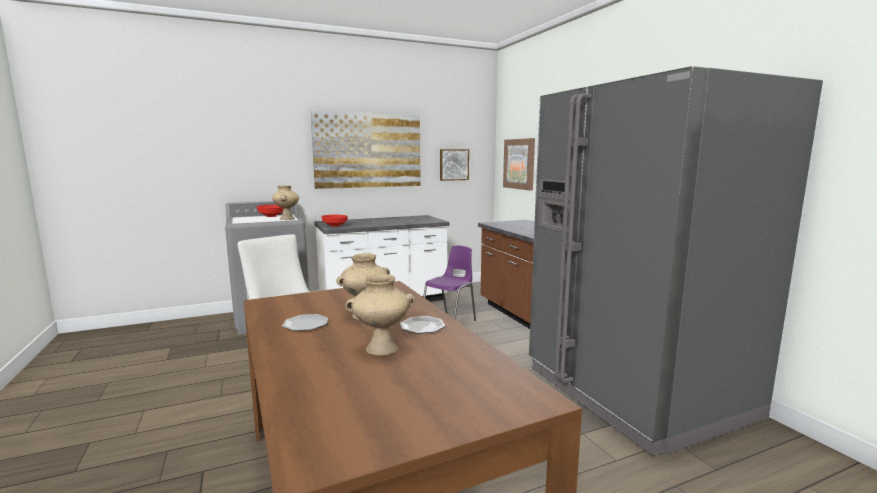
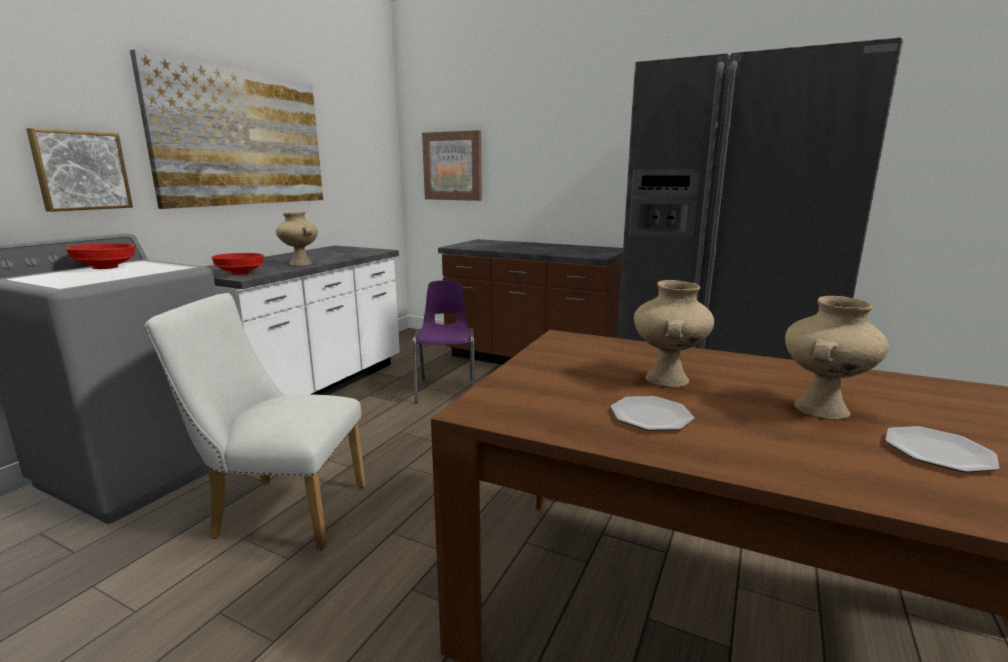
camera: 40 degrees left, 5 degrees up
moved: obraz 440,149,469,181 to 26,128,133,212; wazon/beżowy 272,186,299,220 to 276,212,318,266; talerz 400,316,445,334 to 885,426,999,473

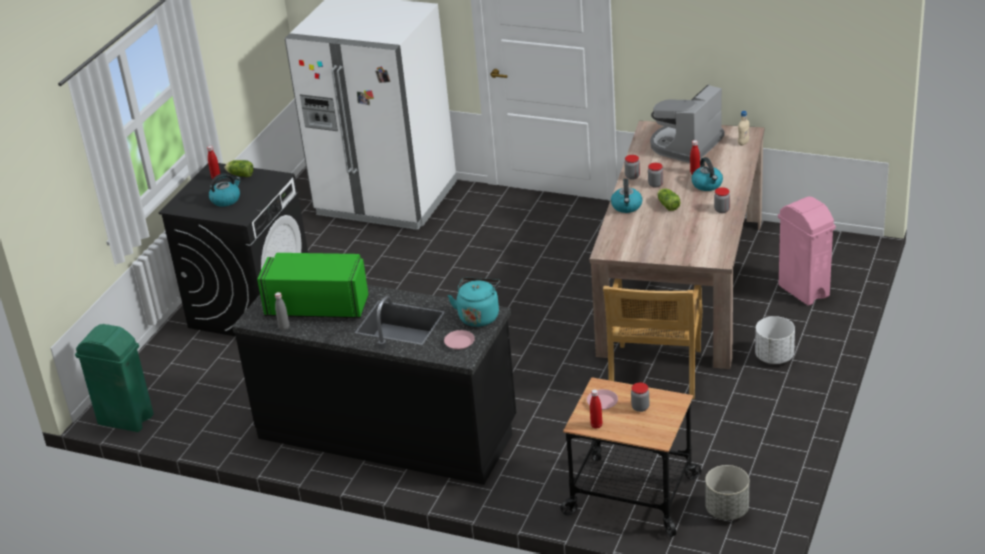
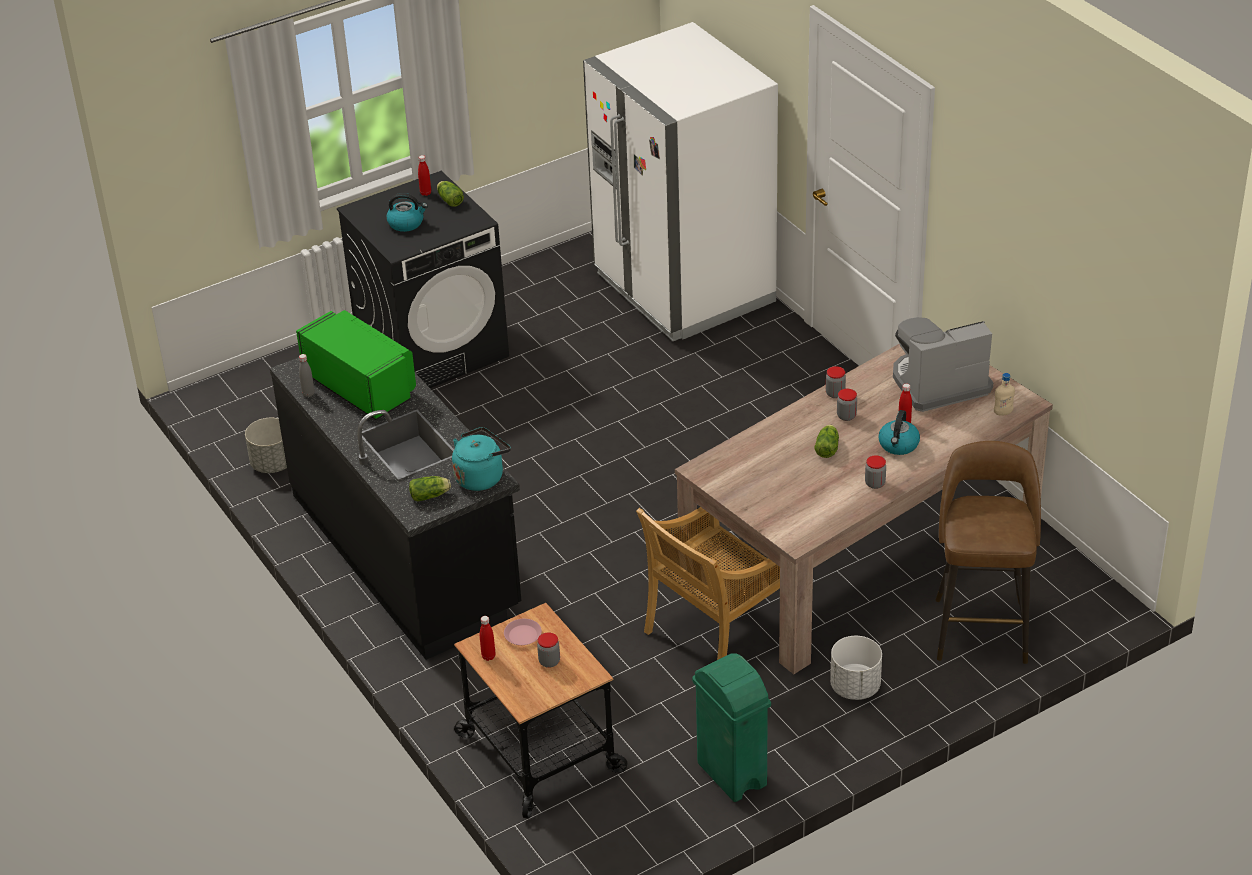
camera: 35 degrees right, 5 degrees up
removed: czajnik 611,179,643,213
moved: kosz na śmieci/zielony 75,324,153,432 to 692,653,771,802; donica/szary 705,465,749,520 to 245,418,287,473
replaced: kosz na śmieci/różowy 778,196,836,306 to stołek/brązowy 935,441,1041,664; talerz/różowy 444,330,475,350 to sałata 409,476,451,501

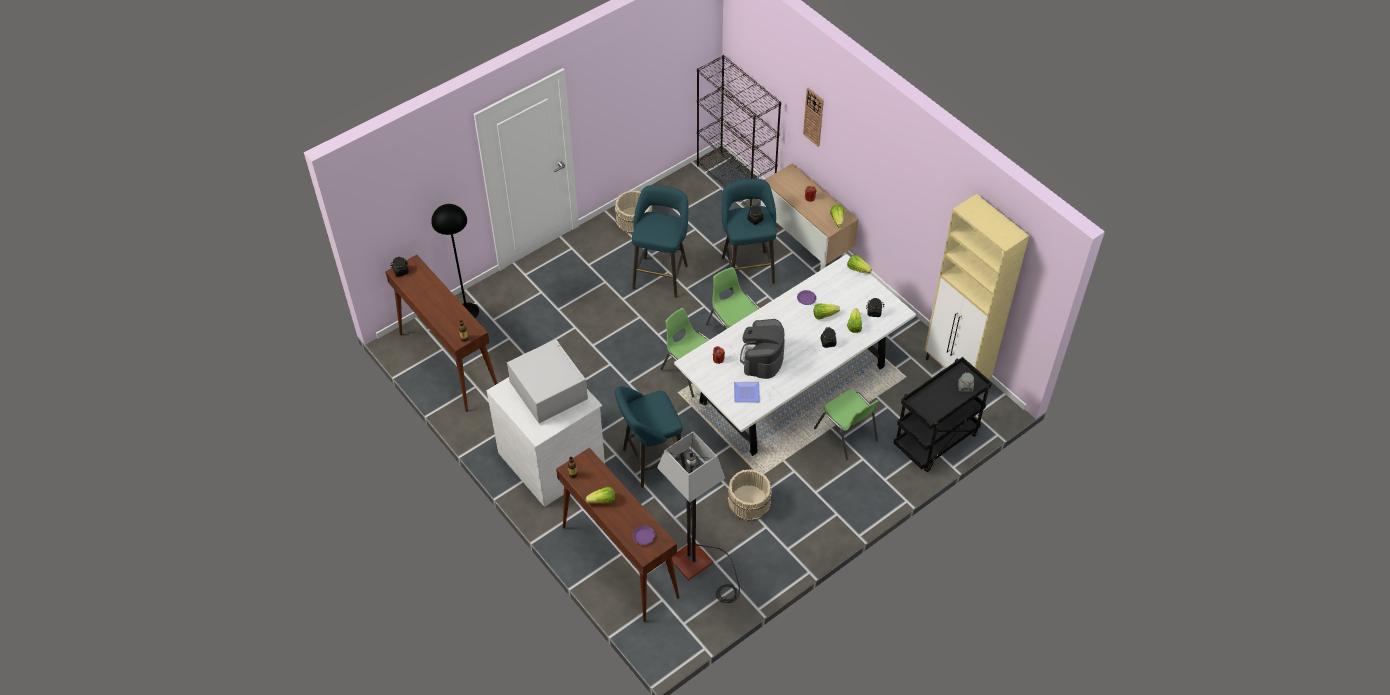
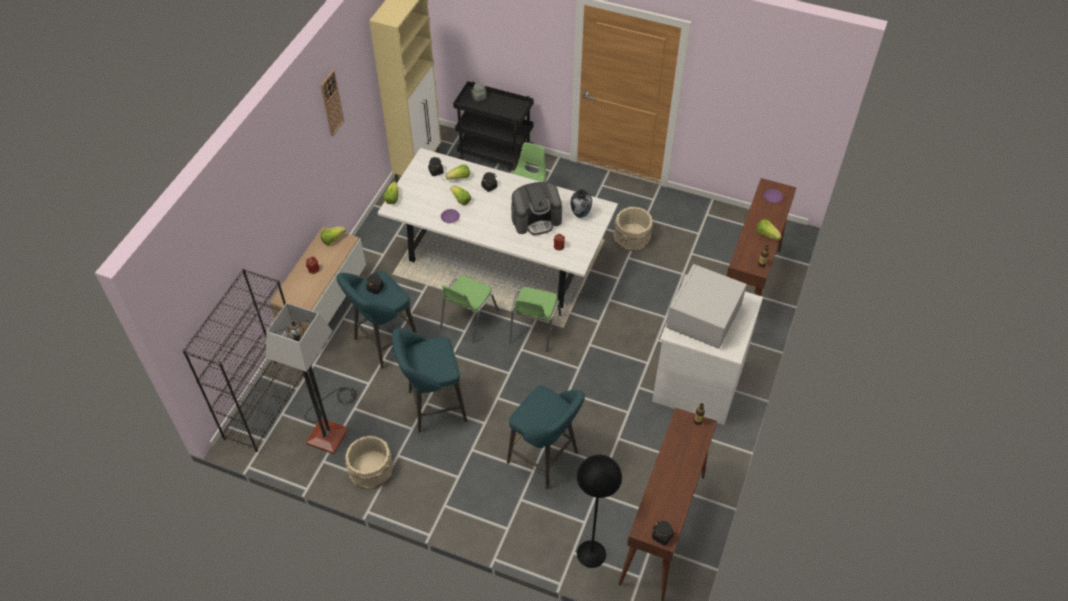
camera: 120 degrees left, 0 degrees up
moved: zegar ścienny 803,88,824,147 to 321,70,344,136; stołek/turkusowy 615,386,687,488 to 507,385,585,489; lampa stojąca 657,432,740,603 to 266,303,357,454
replaced: talerz 734,382,760,402 to wazon 571,189,592,218

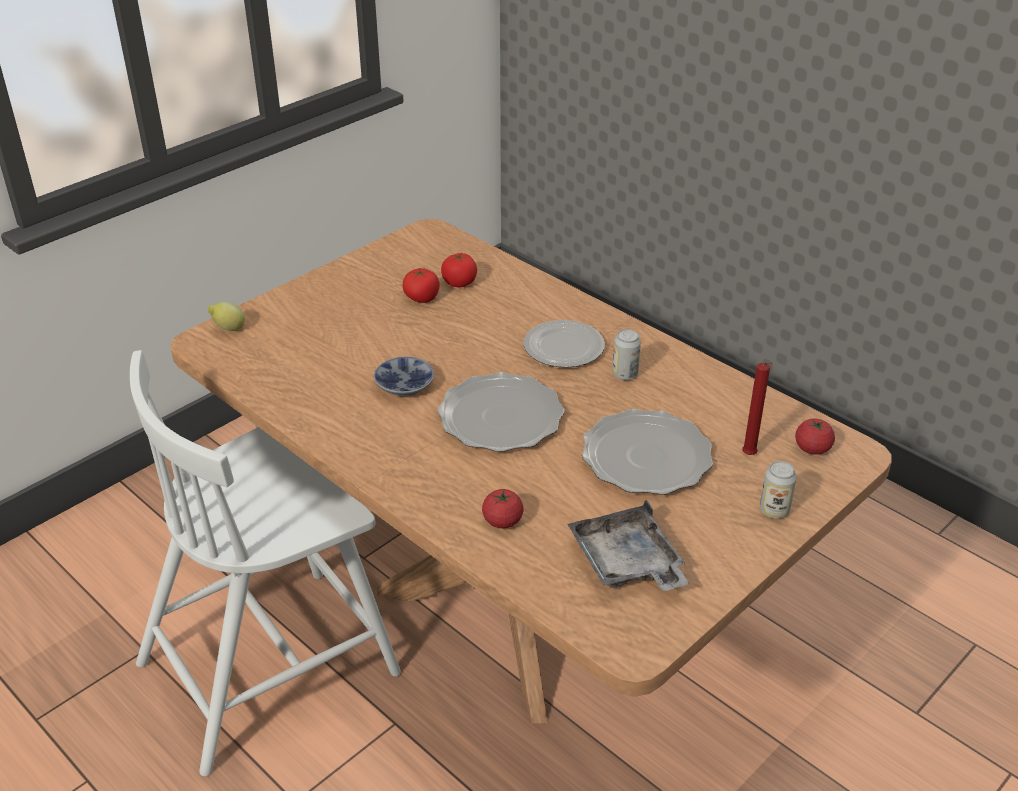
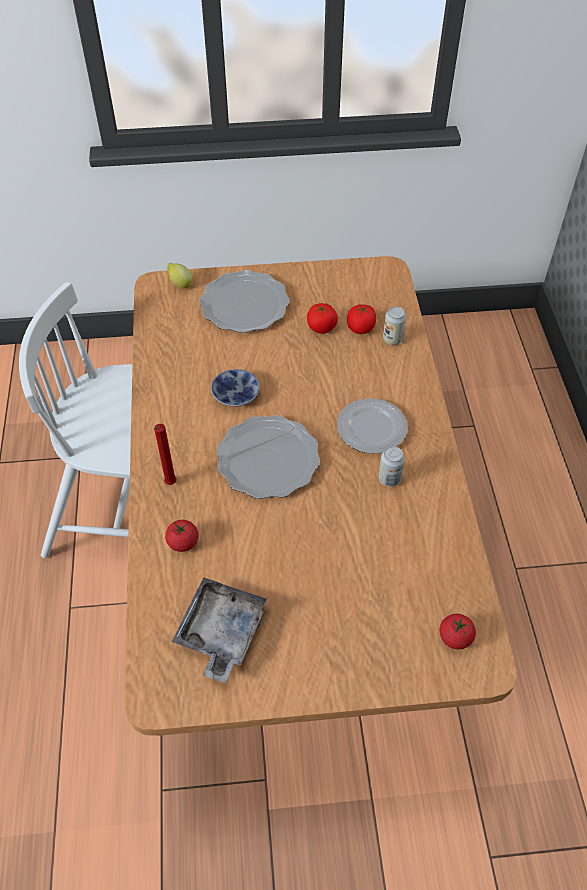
camera: 40 degrees right, 15 degrees up
moved: świeca/czerwony 742,361,773,455 to 154,424,177,485; talerz 582,409,713,495 to 199,270,290,333; puszka 760,461,797,519 to 383,307,406,345

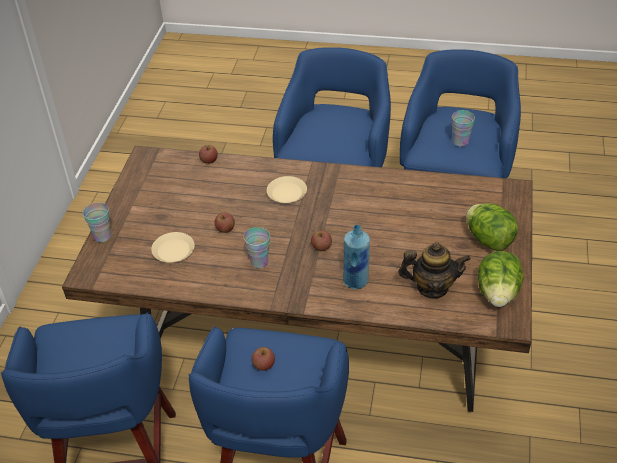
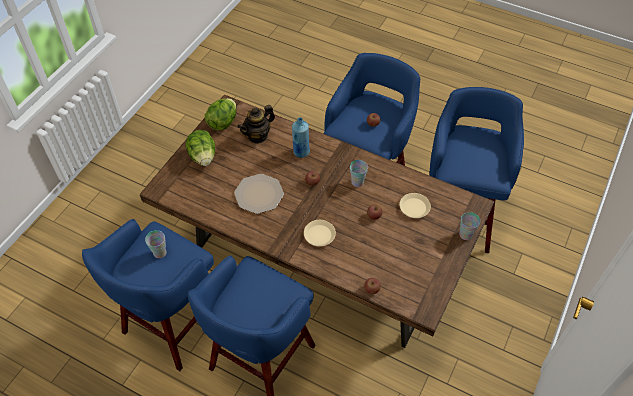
camera: 165 degrees left, 10 degrees up
added: talerz 234,174,284,214
turned: imbryk 398,242,471,299 = 237,105,275,144 60 degrees counterclockwise

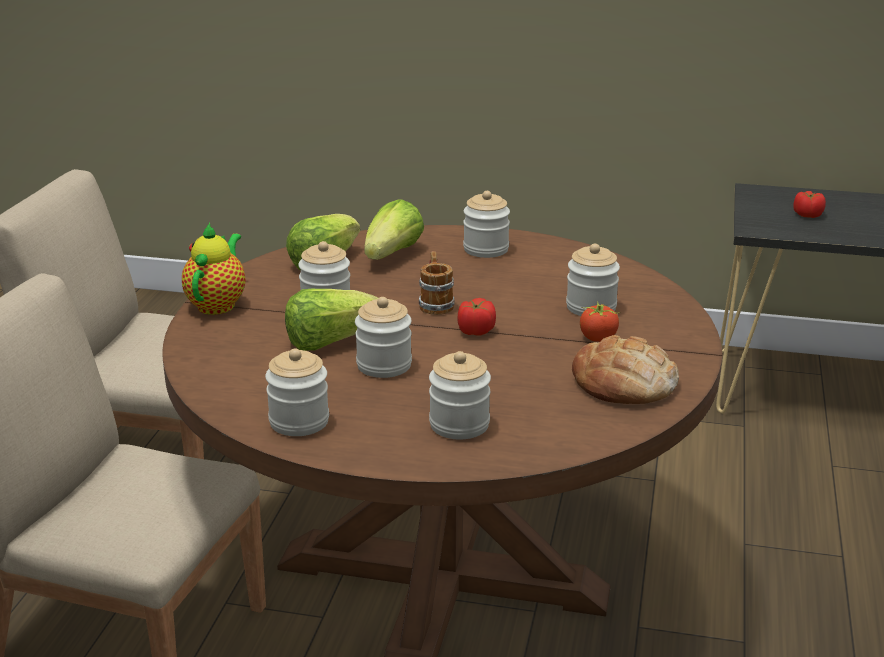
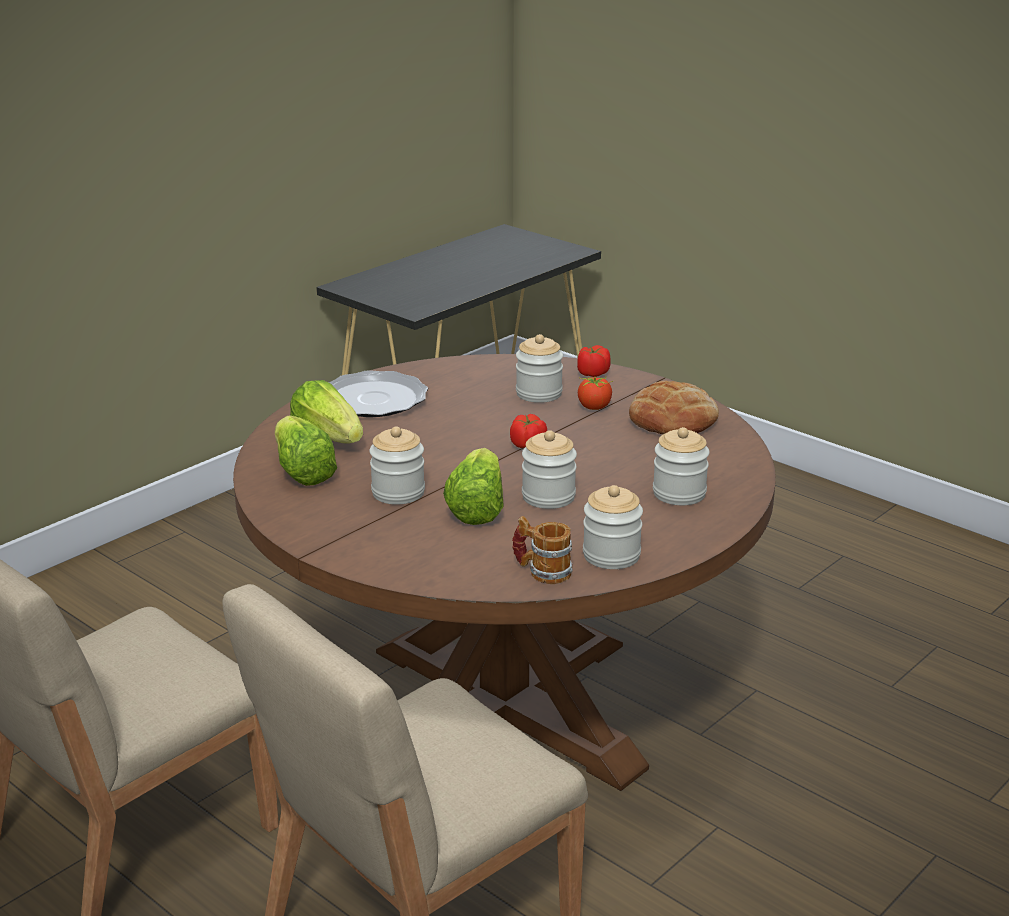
camera: 60 degrees left, 0 degrees up
removed: imbryk 182,223,245,315
moved: pomidor 793,191,826,218 to 577,345,611,377; kubek 419,251,455,315 to 512,516,573,584
replaced: słoik 463,191,510,258 to talerz 328,370,428,417

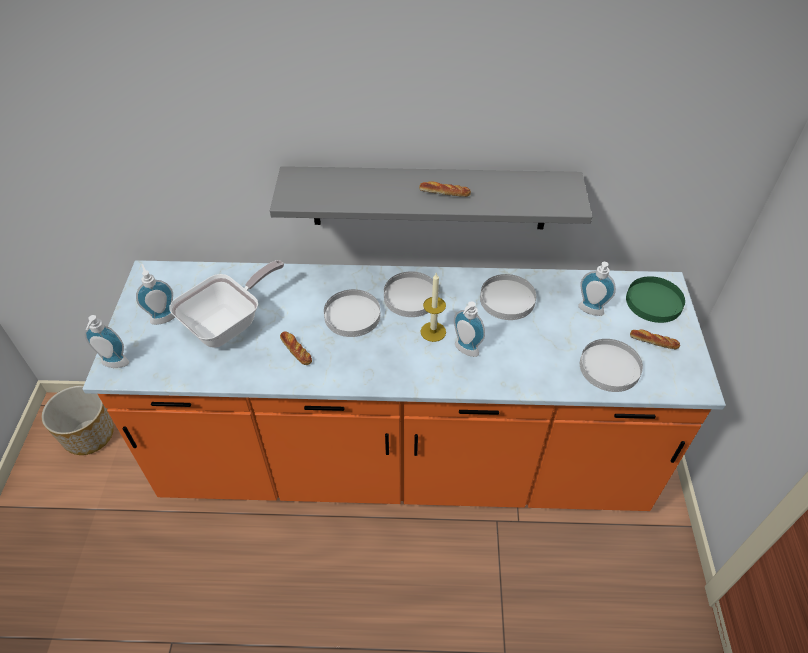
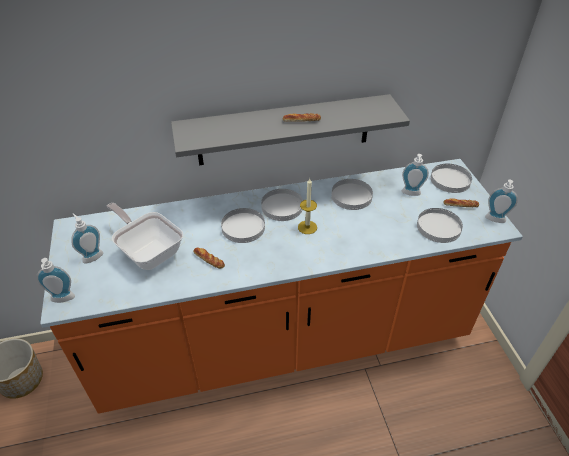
camera: 15 degrees left, 5 degrees down
moved: dozownik mydła 454,301,485,357 to 485,180,518,223
recoloured: talerz/zielony 626,276,685,323 to talerz/biały 430,164,472,193
turned: patelnia 169,260,284,348 = 107,203,183,270 75 degrees counterclockwise

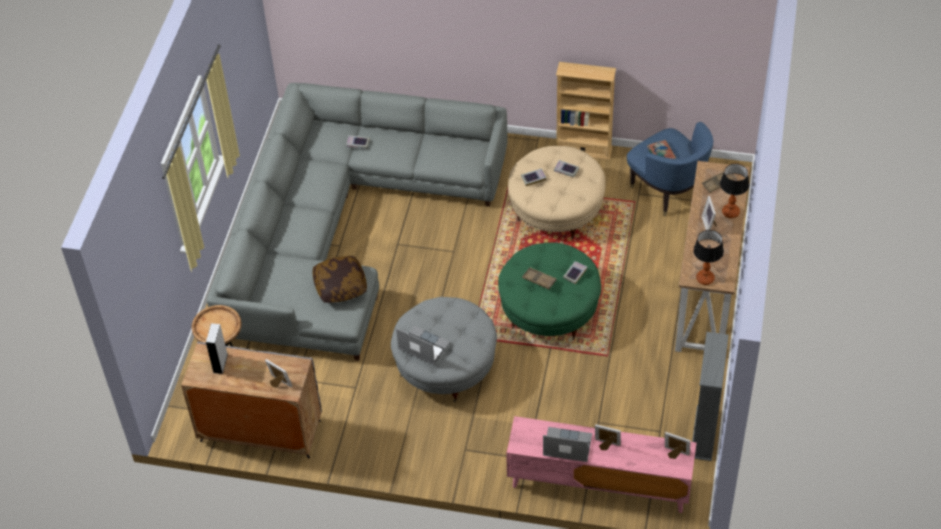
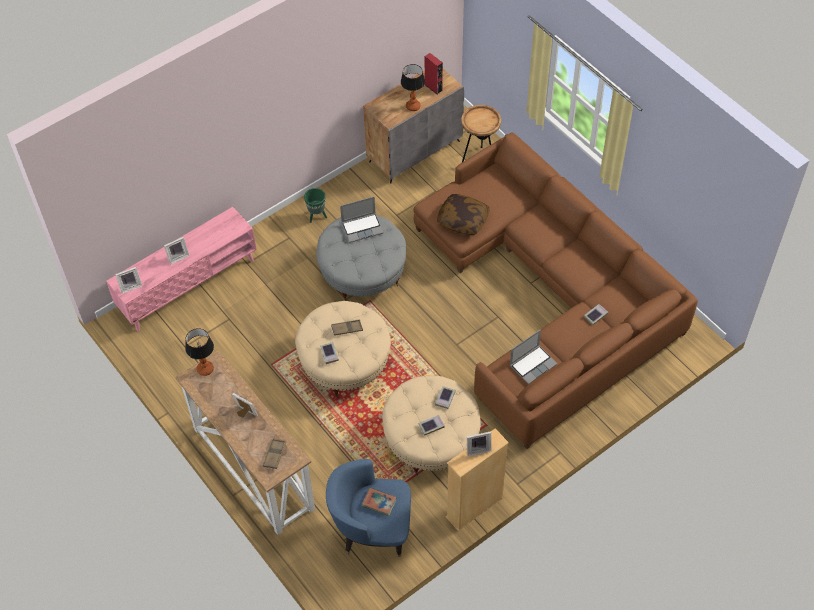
camera: 130 degrees right, 5 degrees up
removed: regał/szary 692,332,729,461
added: donica/zielony 304,188,327,223
moved: lampa stołowa 720,164,749,218 to 401,64,425,111; ramka na zdjęcie 265,359,292,388 to 467,431,491,456; laptop 543,427,592,462 to 510,329,557,384
recoloured: kanapa/szary 207,83,508,361 to kanapa/brązowy 414,132,698,449; pufa/zielony 498,242,601,340 to pufa/beżowy 295,301,391,397; głośnik/szary 206,323,228,374 to głośnik/czerwony 425,53,443,95

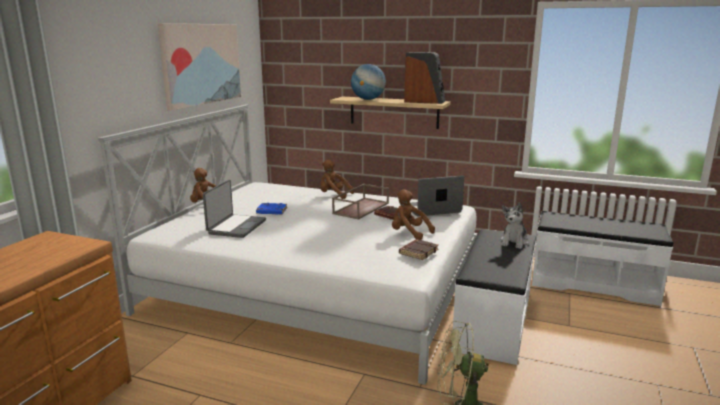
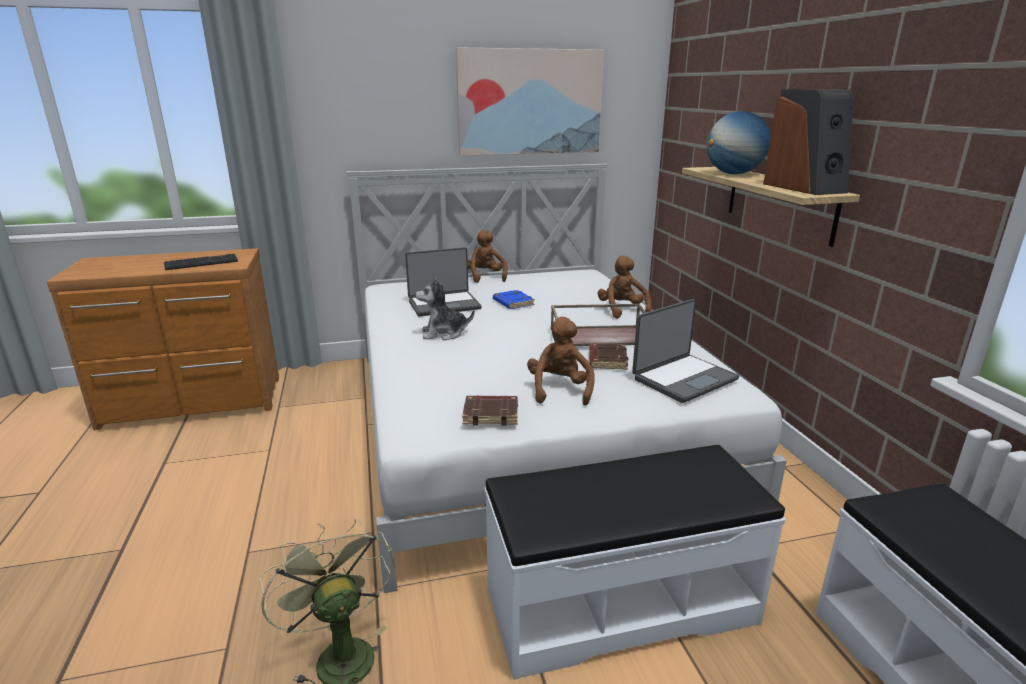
camera: 55 degrees right, 5 degrees up
added: klawiatura 164,253,238,270
moved: pluszak 500,202,529,249 to 415,277,475,340
turned: laptop 410,175,464,217 = 632,299,739,403 105 degrees clockwise

